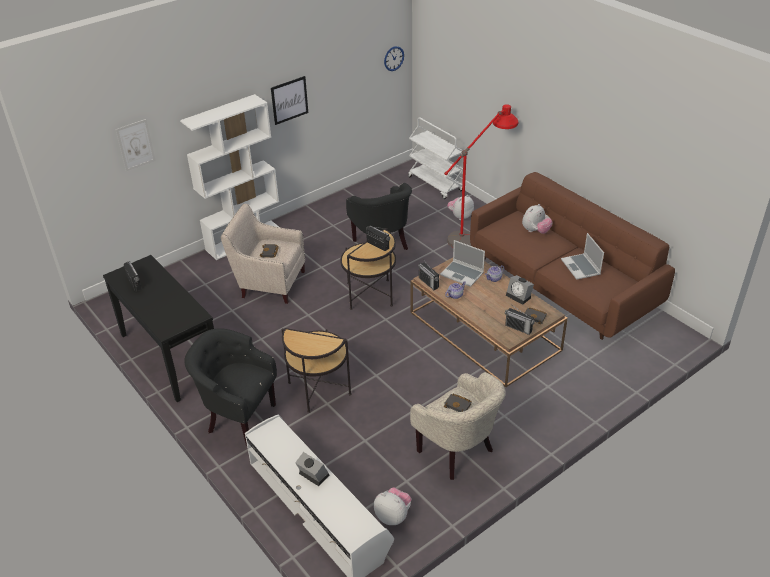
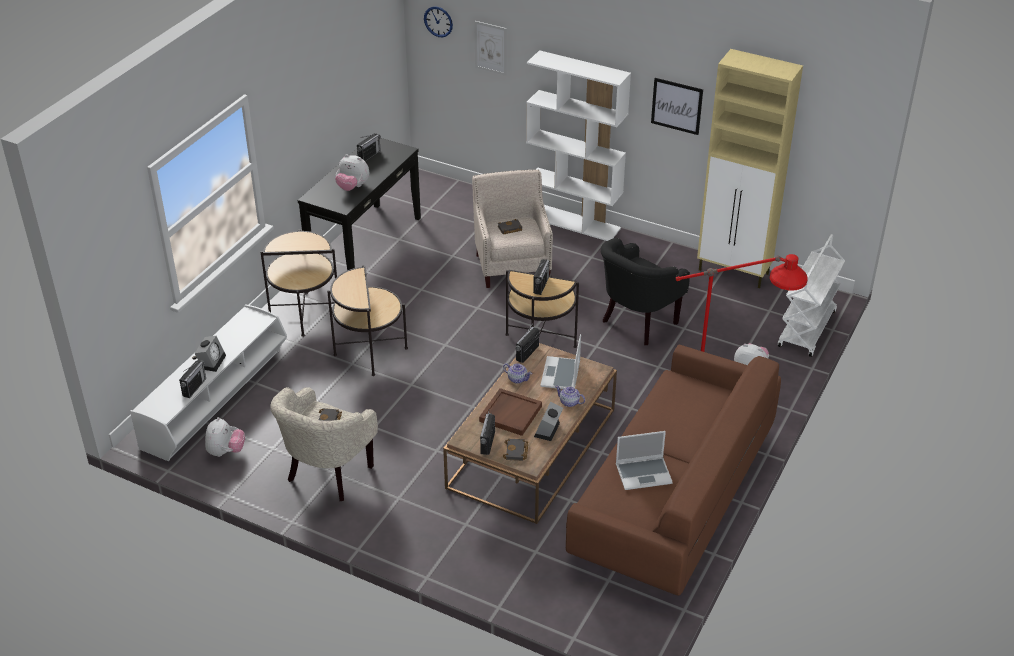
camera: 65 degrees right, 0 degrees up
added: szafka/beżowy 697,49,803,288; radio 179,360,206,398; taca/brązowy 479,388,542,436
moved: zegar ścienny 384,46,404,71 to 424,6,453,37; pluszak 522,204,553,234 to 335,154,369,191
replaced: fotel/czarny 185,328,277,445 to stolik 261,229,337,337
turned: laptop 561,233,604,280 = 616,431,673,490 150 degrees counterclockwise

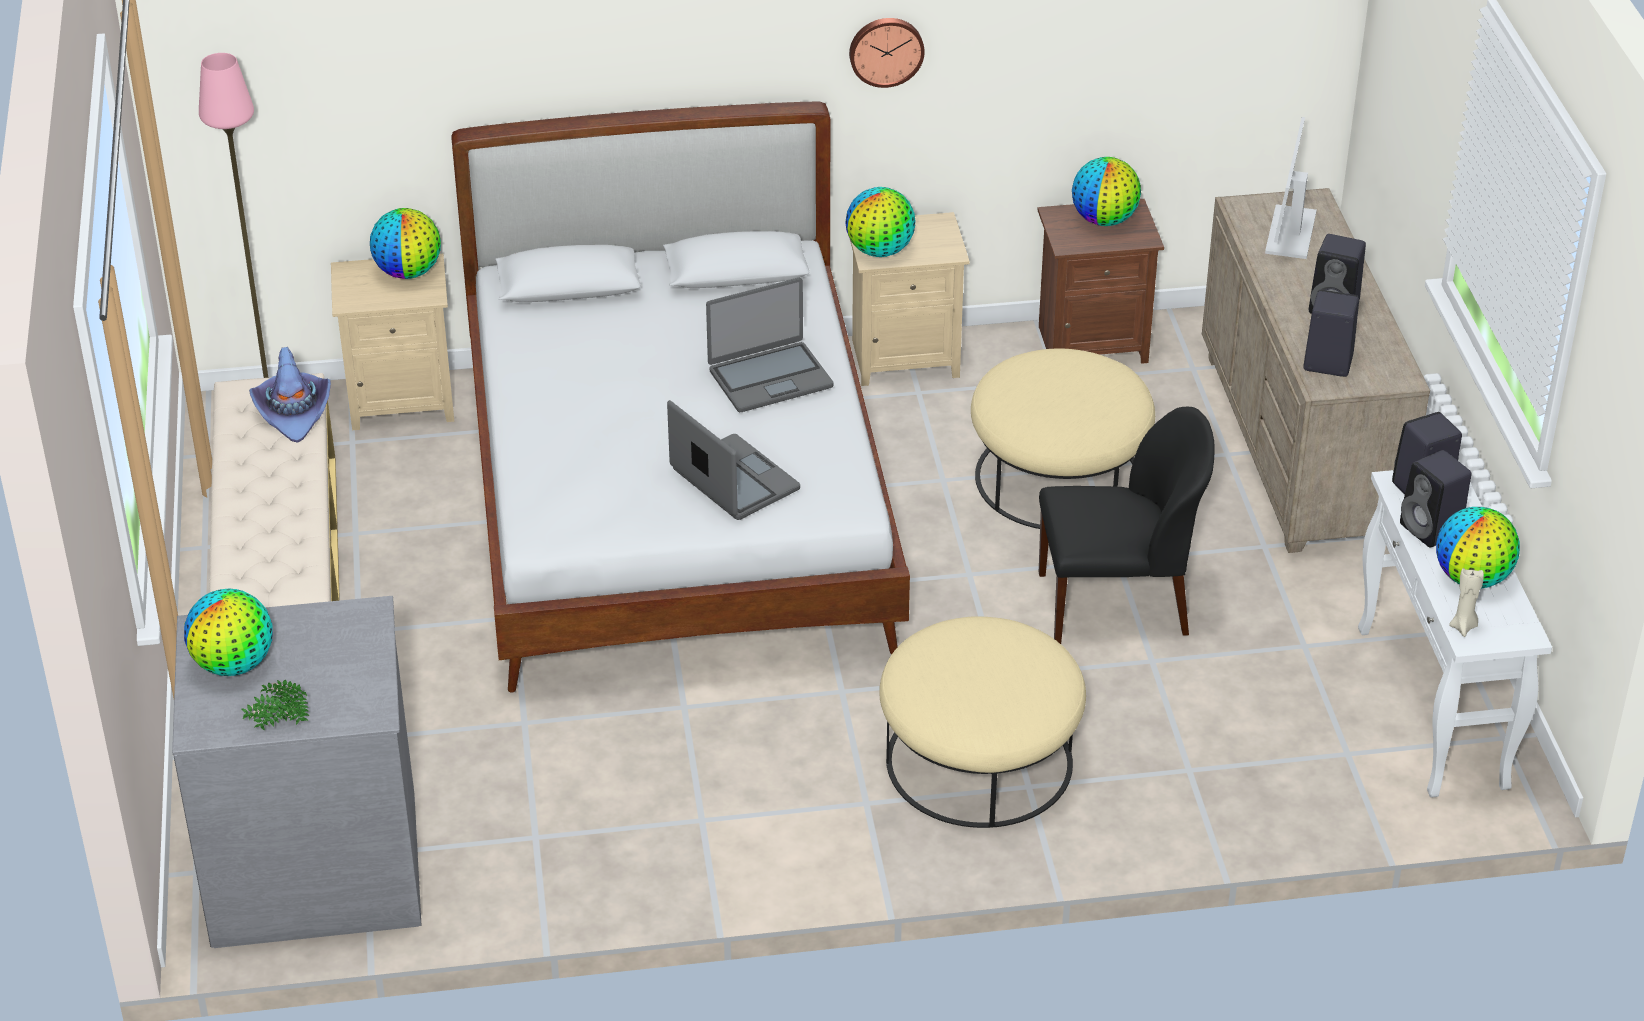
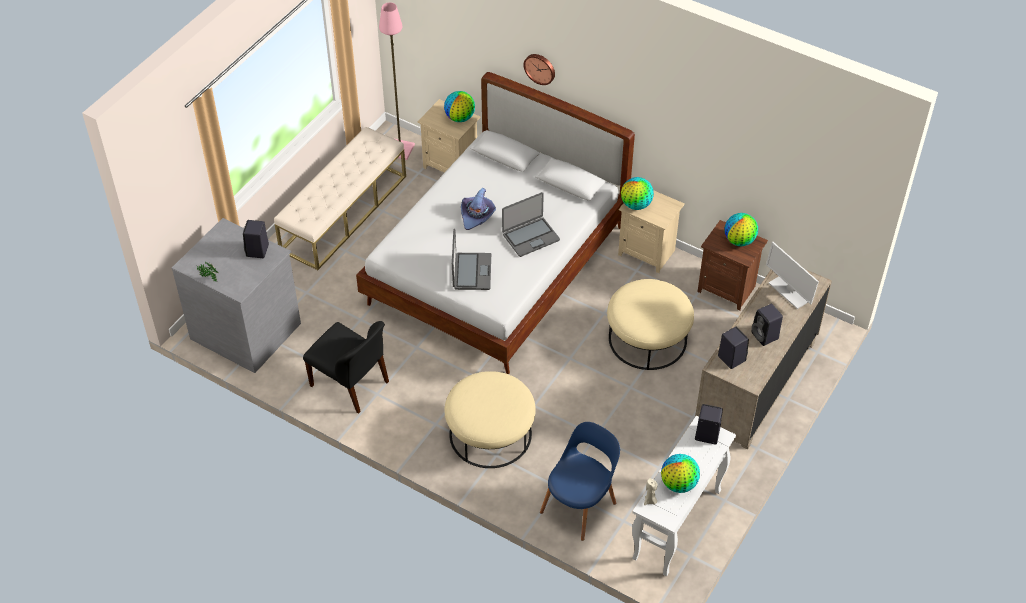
camera: 40 degrees right, 10 degrees up
removed: globus 184,589,272,676
added: krzesło/niebieski 540,422,620,541
moved: zegar ścienny 849,18,925,88 to 523,54,555,85; kapelusz/fioletowy 249,347,331,443 to 461,188,496,230; krzesło/czarny 1039,407,1214,644 to 303,321,389,414; głośnik/czarny 1400,450,1471,548 to 243,220,269,258
turned: monitor 1265,117,1317,259 = 766,242,819,309 90 degrees counterclockwise; laptop 706,278,834,412 = 502,192,560,257 45 degrees counterclockwise

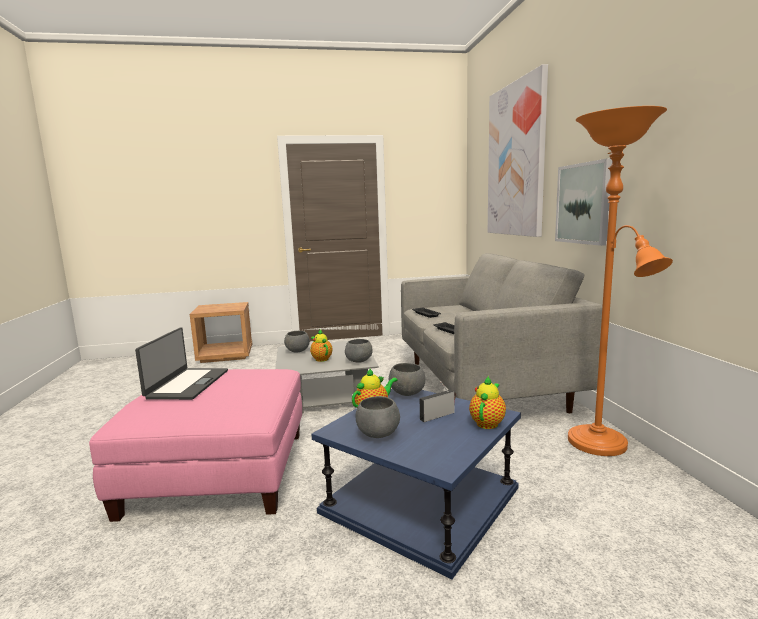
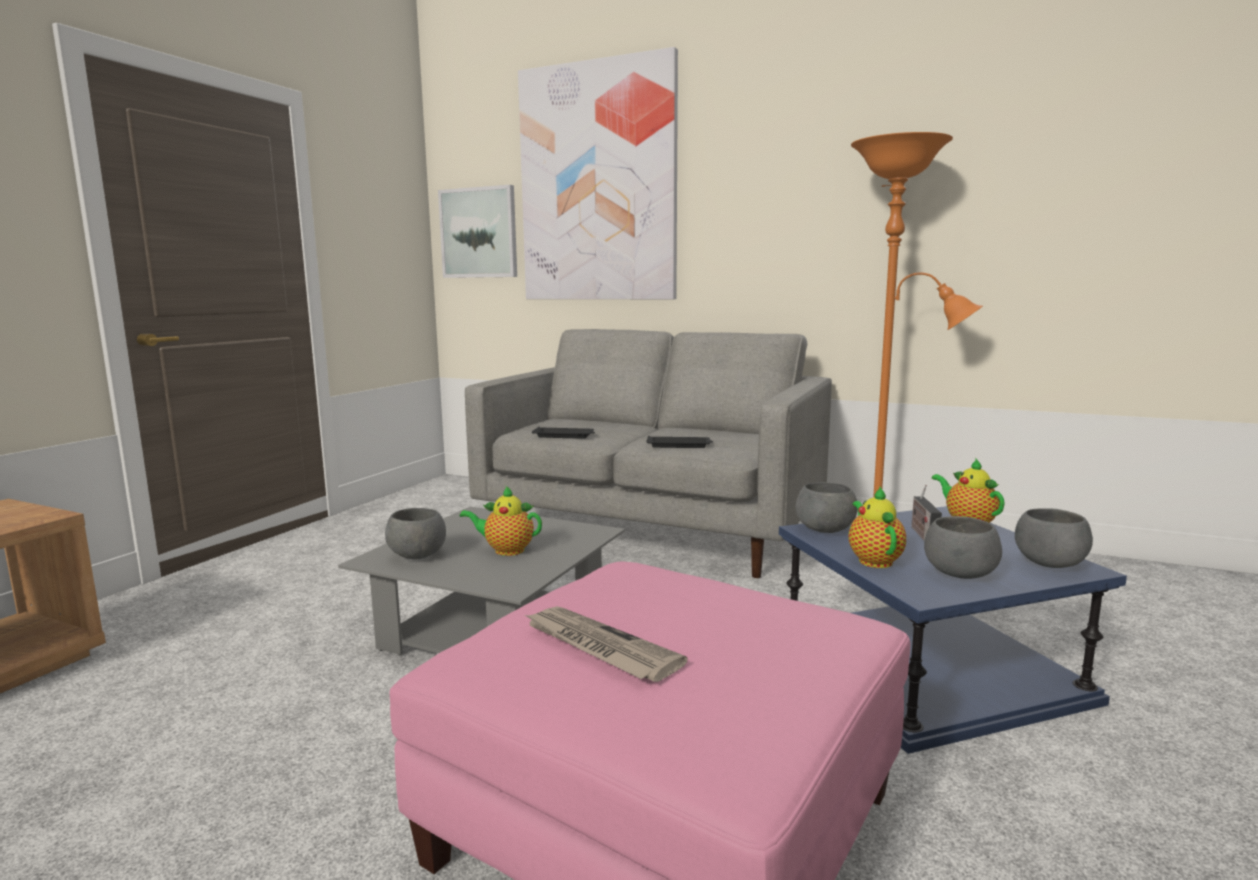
camera: 55 degrees left, 0 degrees up
moved: obraz 555,158,612,246 to 438,185,517,278; miska/szary 345,339,372,363 to 1015,508,1093,568
replaced: laptop 135,327,228,400 to gazeta 525,606,688,682

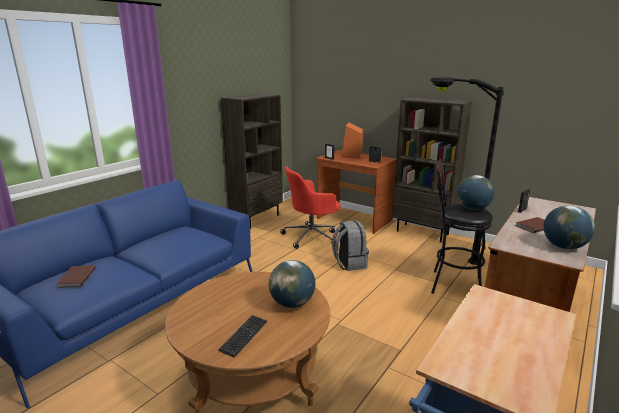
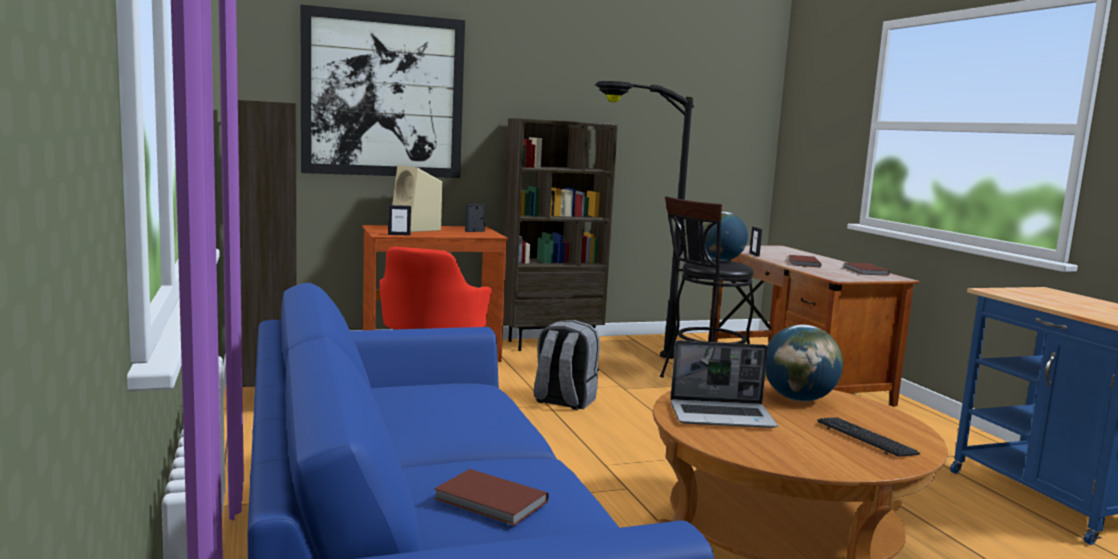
camera: 55 degrees left, 10 degrees down
added: obraz 300,5,465,178; laptop 670,340,778,428
replaced: globus 543,205,595,249 to książka/brązowy 844,262,890,276
recoloured: głośnik/pomarańczowy 341,122,363,159 to głośnik/beżowy 392,165,442,232

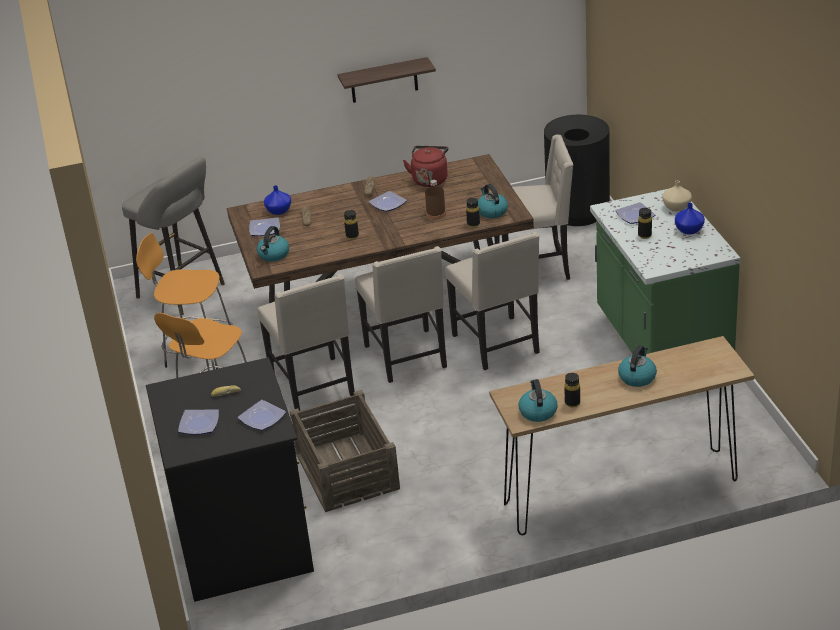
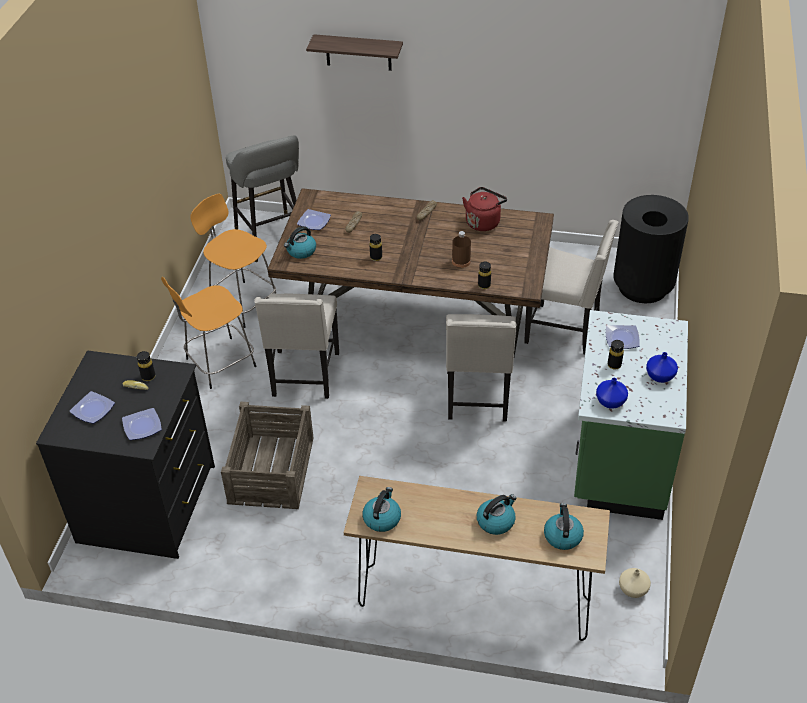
camera: 25 degrees right, 10 degrees up
removed: talerz 369,191,407,212; krzesło/beżowy 355,246,447,383
moved: półka 337,57,436,103 to 306,34,403,71; wazon/beżowy 663,180,692,212 to 619,568,651,598; czajnik 478,184,508,218 to 544,503,584,550; wazon/niebieski 264,185,291,215 to 596,378,628,409; butelka/czarny 564,373,580,407 to 137,351,155,381

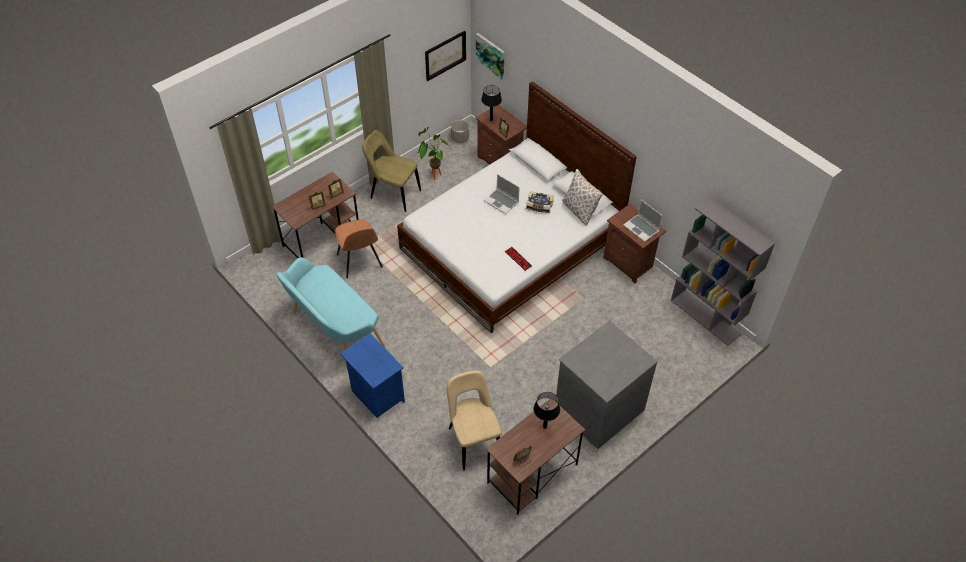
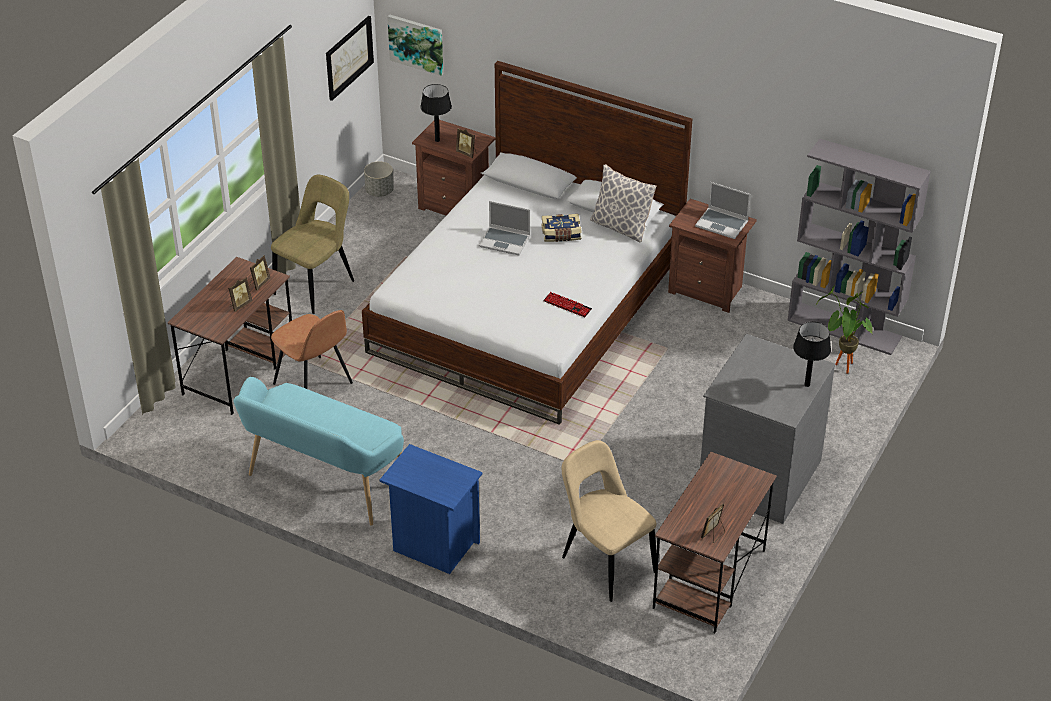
camera: 20 degrees left, 10 degrees down
moved: roślina doniczkowa 418,127,448,180 to 817,287,872,374; lampa stołowa/czarny 534,392,560,429 to 793,322,831,387
turned: krzesło/beżowy 362,130,421,212 = 271,175,354,314 120 degrees clockwise

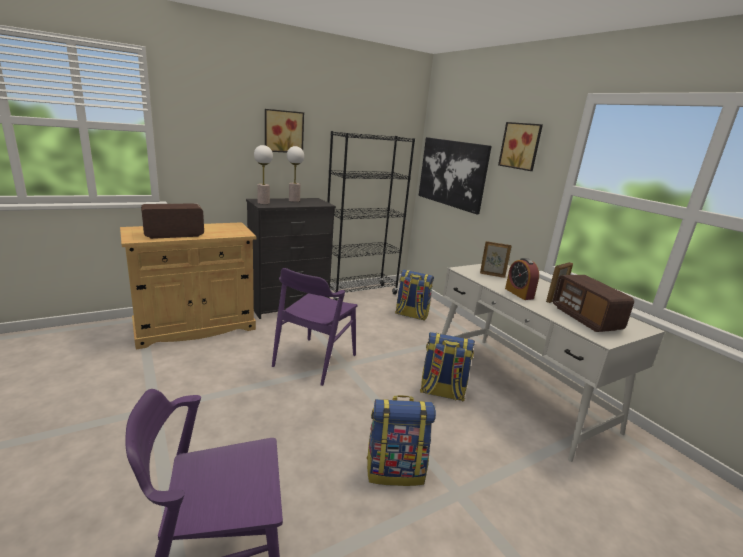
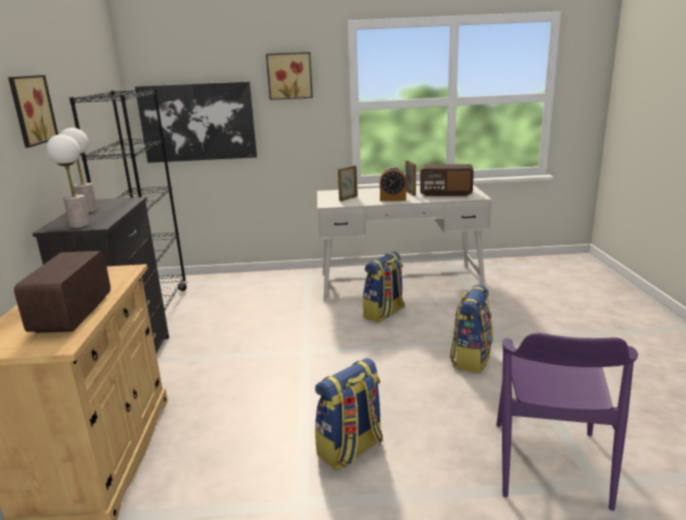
camera: 60 degrees left, 0 degrees up
removed: krzesło/fioletowy 272,268,357,386
moved: plecak 395,270,434,321 to 315,358,383,471

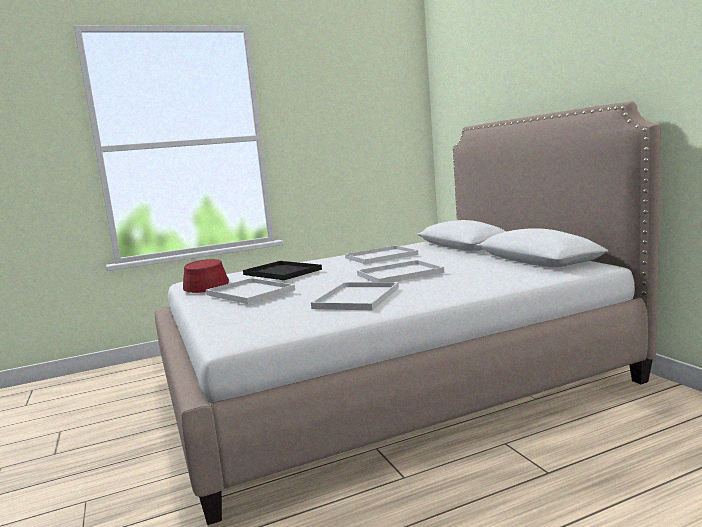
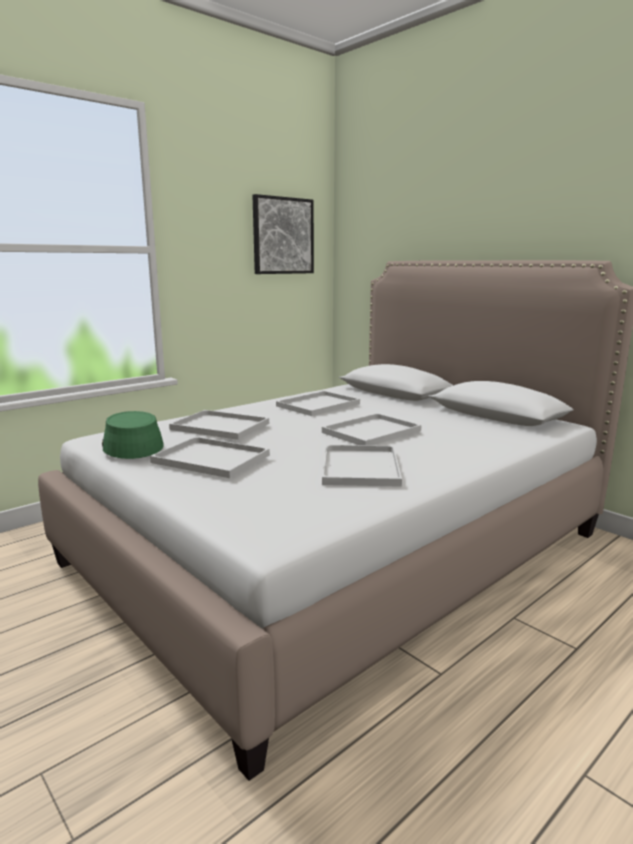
camera: 20 degrees left, 5 degrees up
added: obraz 252,194,314,274
recoloured: kapelusz/czerwony 183,259,229,293 to kapelusz/zielony 102,411,164,459; taca/czarny 243,261,322,280 to taca/biały 169,410,269,440

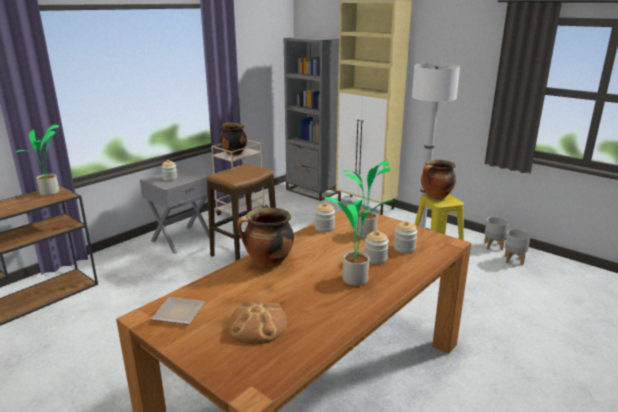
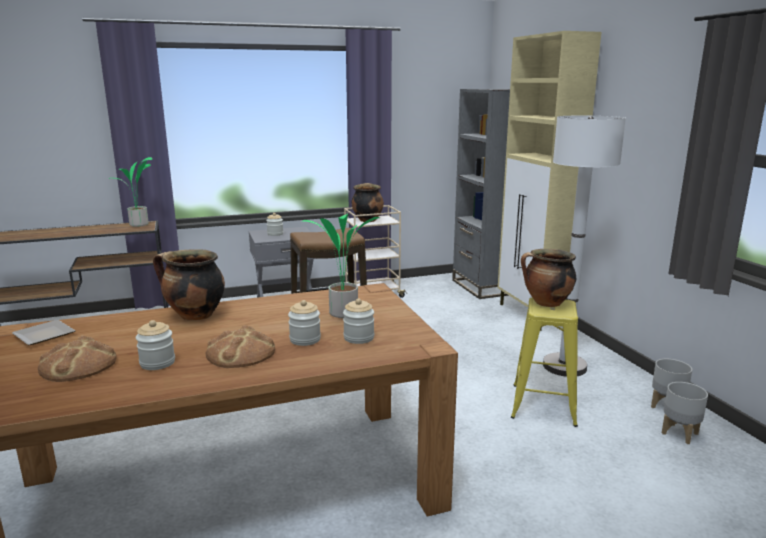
camera: 30 degrees right, 5 degrees down
moved: słoik 315,202,335,232 to 136,320,175,370
replaced: roślina doniczkowa 323,197,392,286 to chleb 206,325,275,368

